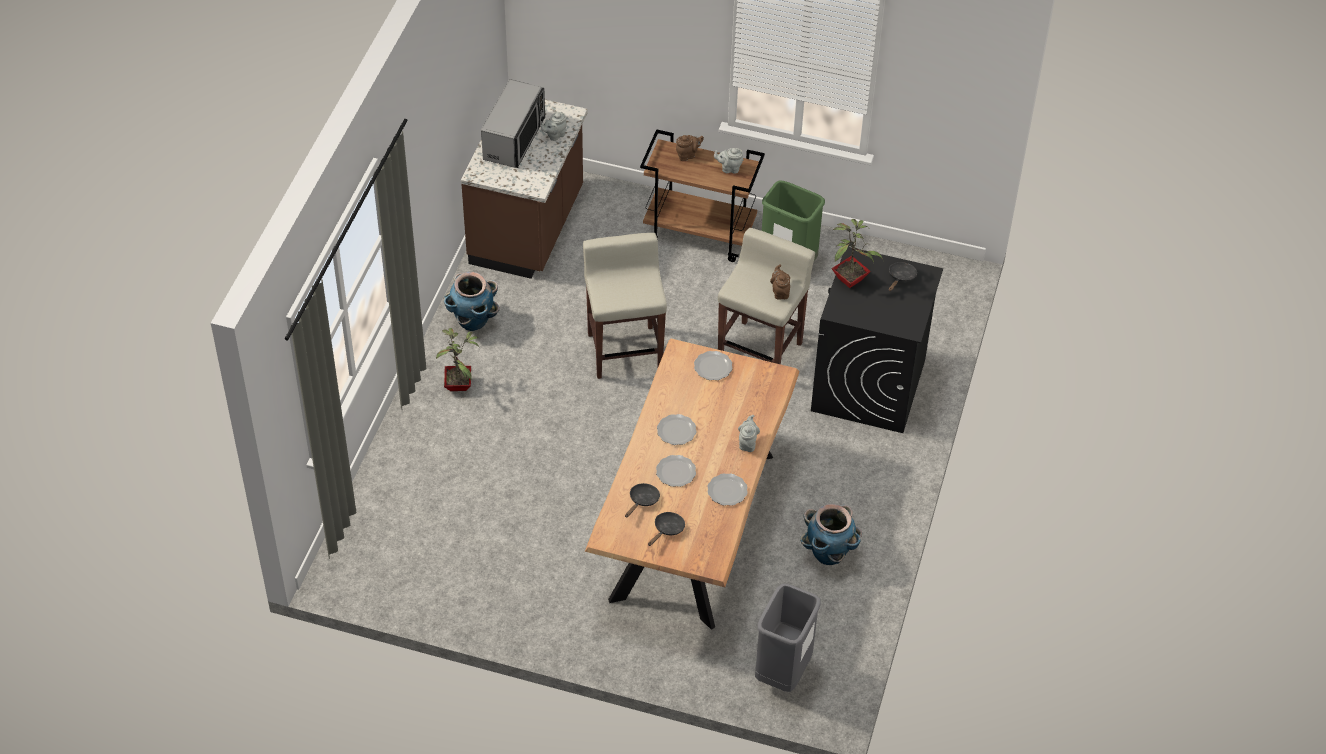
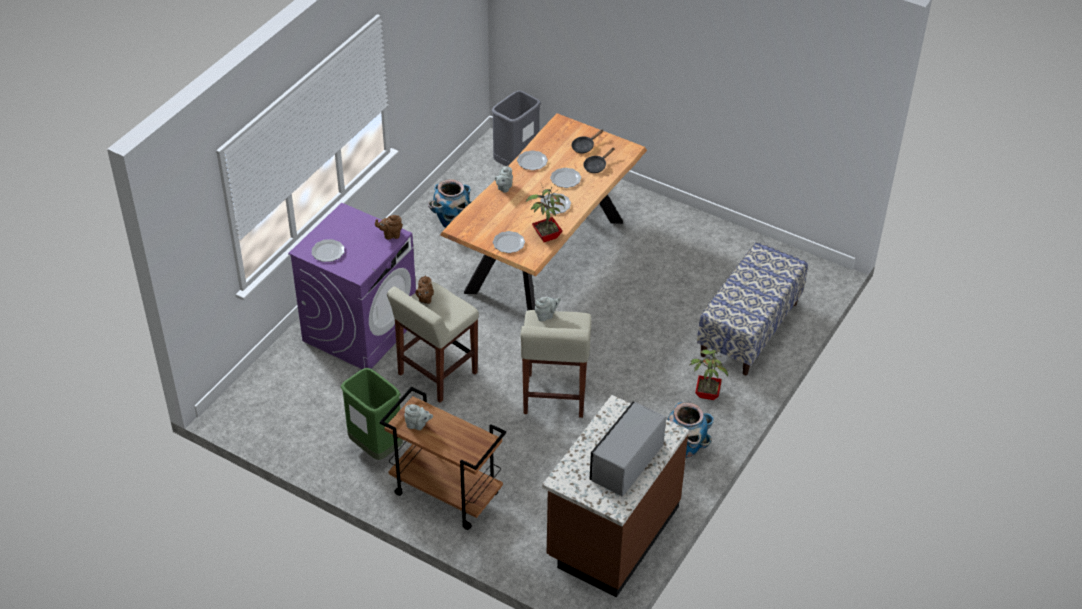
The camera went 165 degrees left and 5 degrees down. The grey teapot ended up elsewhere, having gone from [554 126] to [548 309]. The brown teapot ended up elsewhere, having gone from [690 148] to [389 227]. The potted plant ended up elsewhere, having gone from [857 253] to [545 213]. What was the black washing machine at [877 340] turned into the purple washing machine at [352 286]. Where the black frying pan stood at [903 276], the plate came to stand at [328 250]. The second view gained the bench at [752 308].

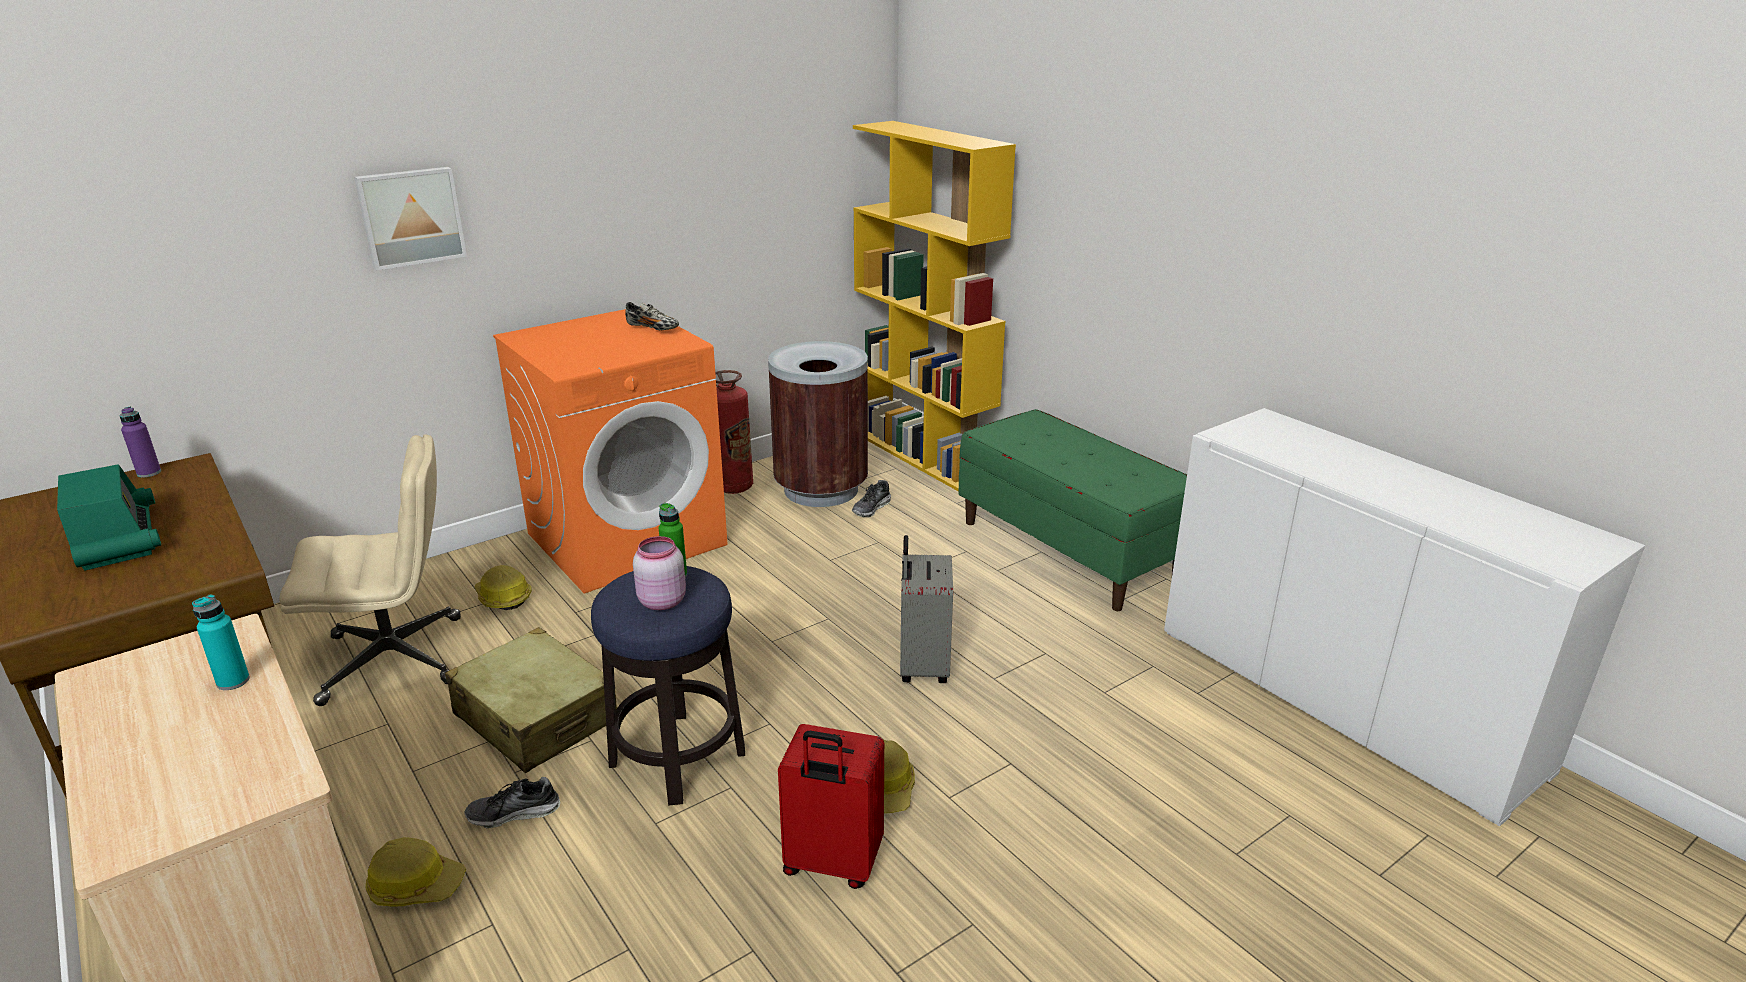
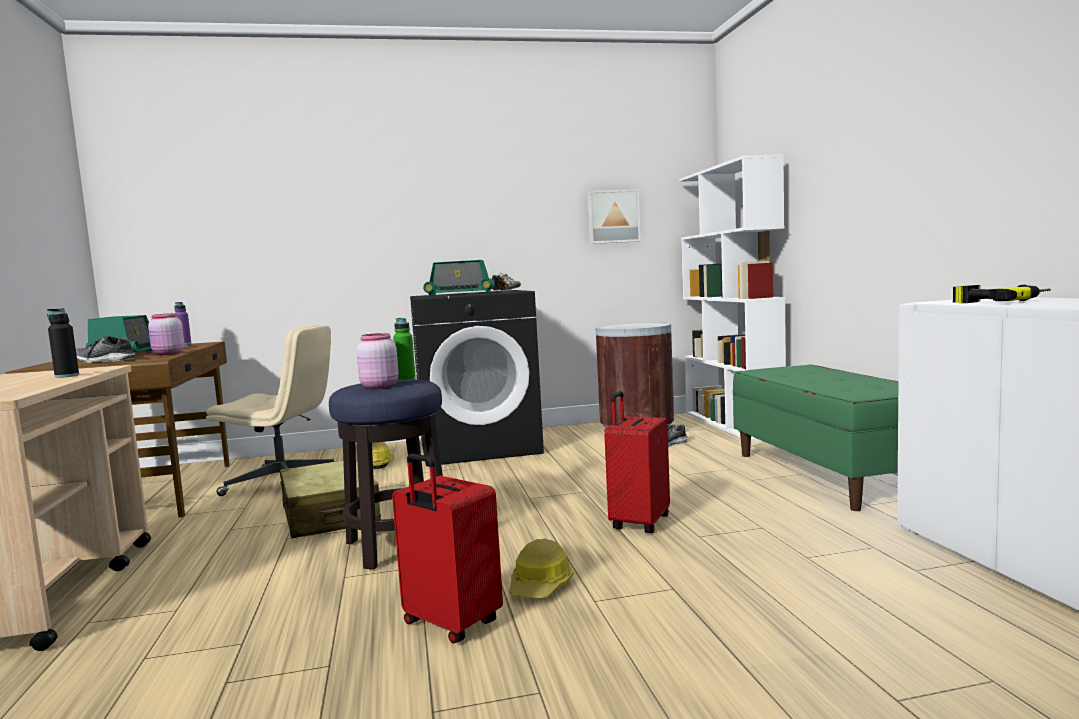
The camera went 25 degrees right and 20 degrees down. What was the yellow bookcase at [934 306] turned into the white bookcase at [732 297]. The picture ended up elsewhere, having gone from [410 218] to [614 216]. What was the orange washing machine at [610 450] turned into the black washing machine at [477 378]. The second view lost the fire extinguisher at [734 432]. What was the grey suitcase at [926 609] turned into the red suitcase at [637 462]. What was the turquoise bottle at [221 642] turned into the black bottle at [63 343]. The shoe ended up elsewhere, having gone from [512 802] to [105 349]. The second view lost the hard hat at [415 871]. The second view gained the radio at [459 278]. The second view gained the power drill at [1002 294]. The second view gained the pink jar at [166 334].

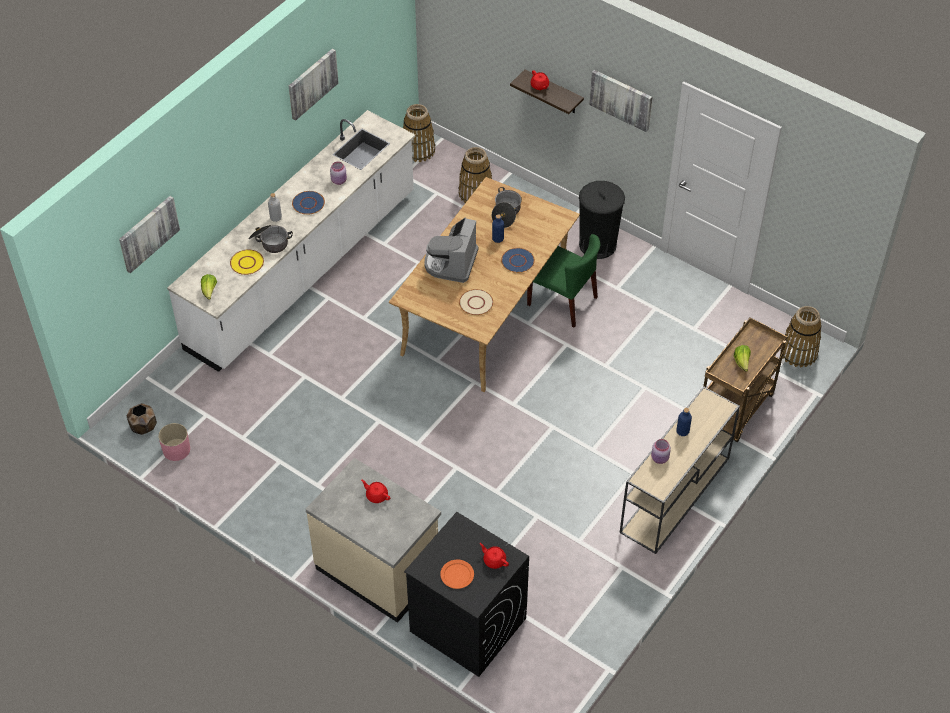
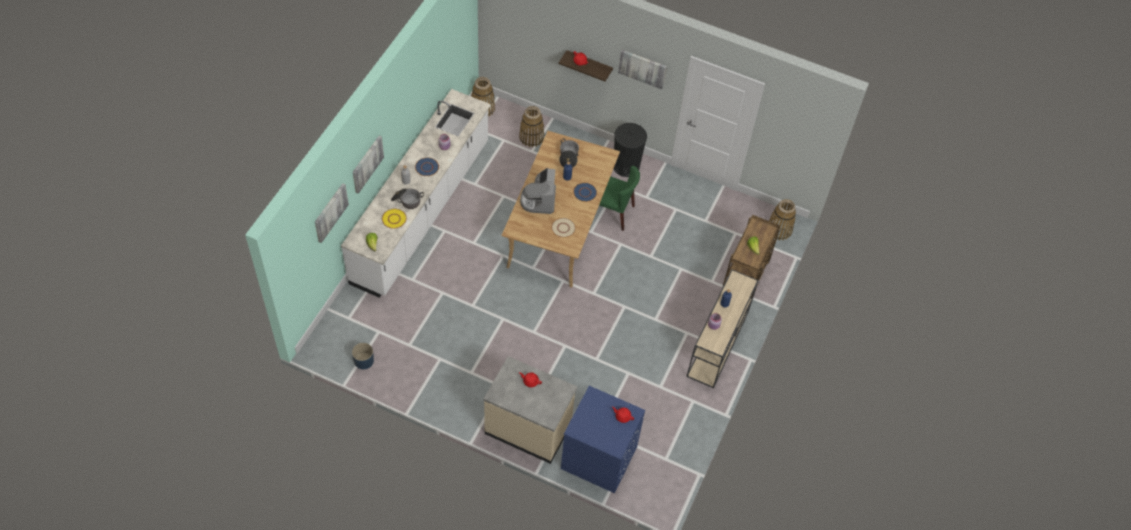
The camera went 15 degrees left and 5 degrees up. The picture ended up elsewhere, having gone from [314 84] to [368 165]. The second view lost the brown planter at [142 419]. What was the pink planter at [174 442] turned into the blue planter at [363 356]. What was the black washing machine at [466 594] turned into the blue washing machine at [603 439]. The second view lost the orange plate at [457 574].

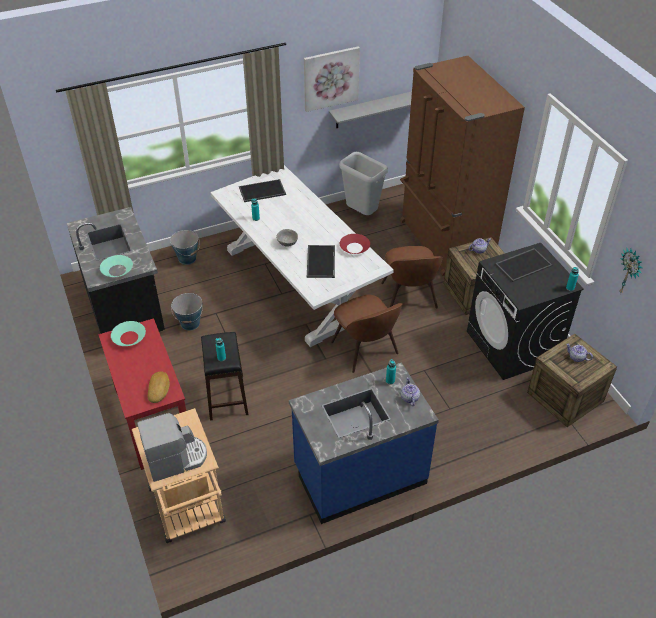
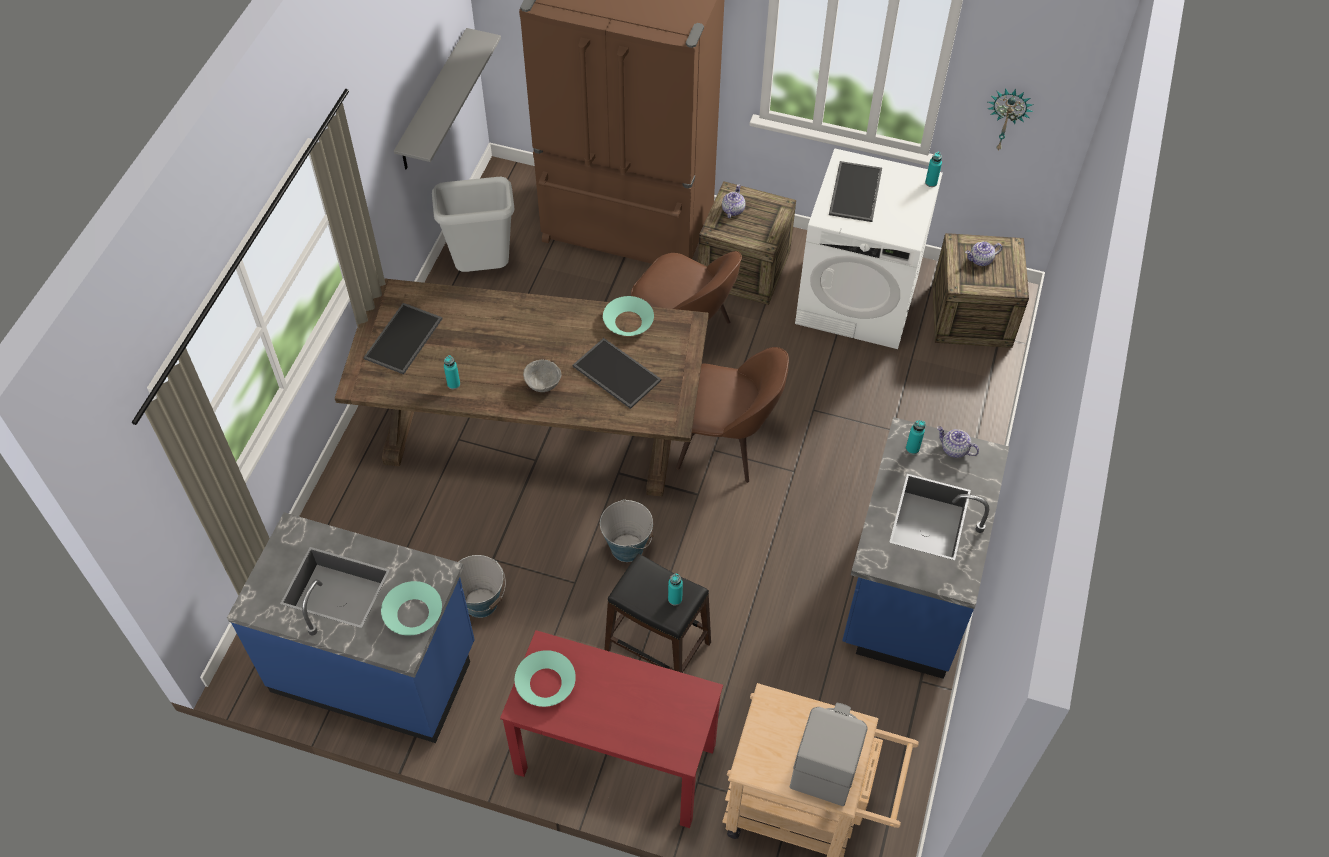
The camera went 50 degrees left and 10 degrees up. The second view lost the picture at [332 79]. What was the white dining table at [302 256] turned into the brown dining table at [522 387]. What was the black counter at [116 270] turned into the blue counter at [351 627]. The bucket ended up elsewhere, having gone from [185 247] to [626 530]. What was the red bowl at [355 244] turned into the turquoise bowl at [628 316]. What was the black washing machine at [525 311] turned into the white washing machine at [869 248]. The second view lost the bread at [159 387].

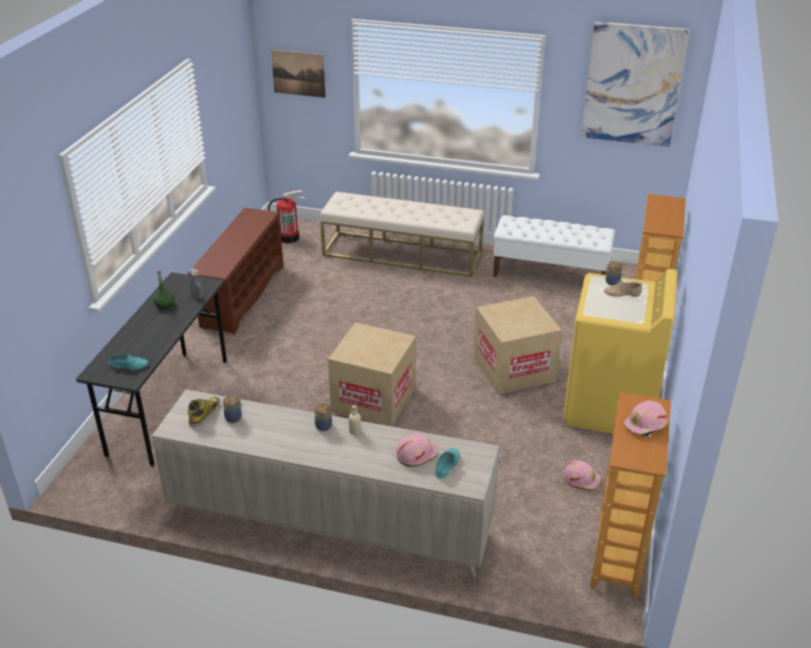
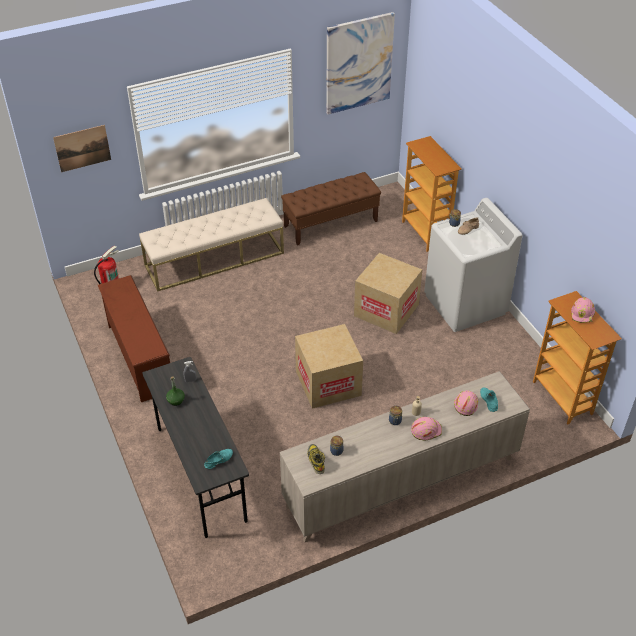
The camera went 40 degrees left and 10 degrees up. What was the white bench at [554 246] turned into the brown bench at [331 209]. What was the yellow washing machine at [620 351] turned into the white washing machine at [473 265]. The pink hard hat ended up elsewhere, having gone from [582 475] to [426 428].

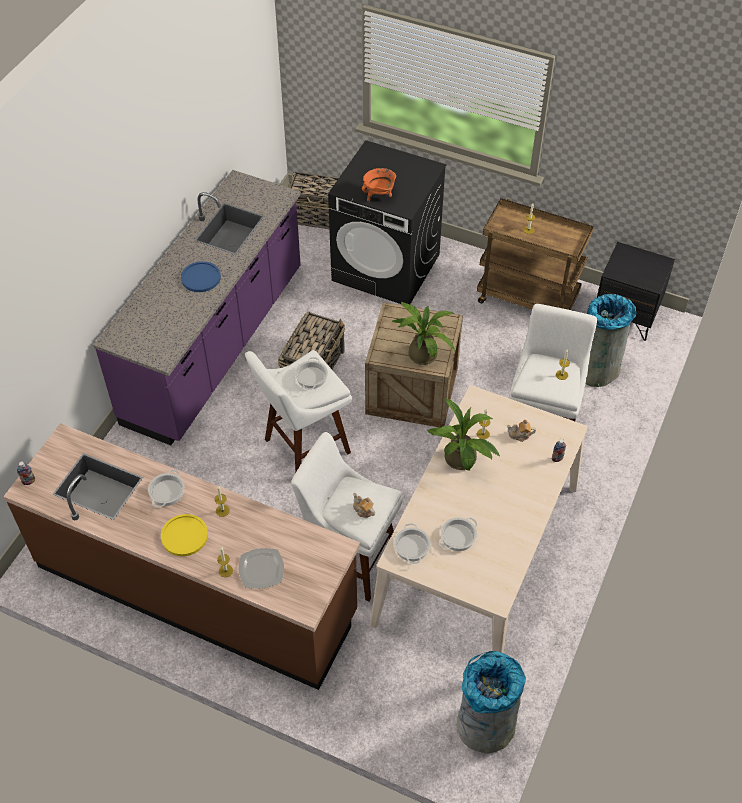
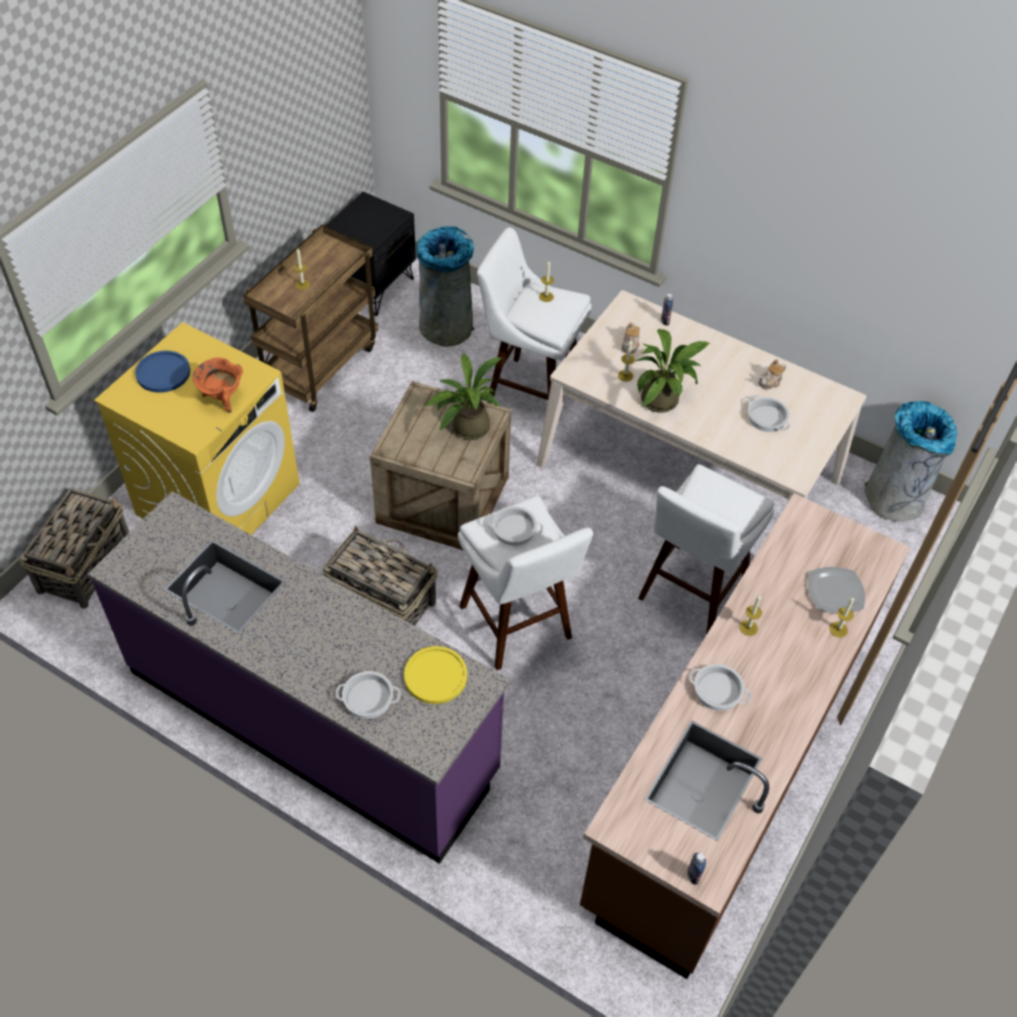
The camera went 85 degrees left and 0 degrees up. What was the black washing machine at [387 222] turned into the yellow washing machine at [197 428]. The blue plate ended up elsewhere, having gone from [201 276] to [162 372]. The teapot ended up elsewhere, having gone from [364 505] to [772 374]. The yellow plate ended up elsewhere, having gone from [184 535] to [435 675]. The cooking pot ended up elsewhere, having gone from [412 543] to [368 695].

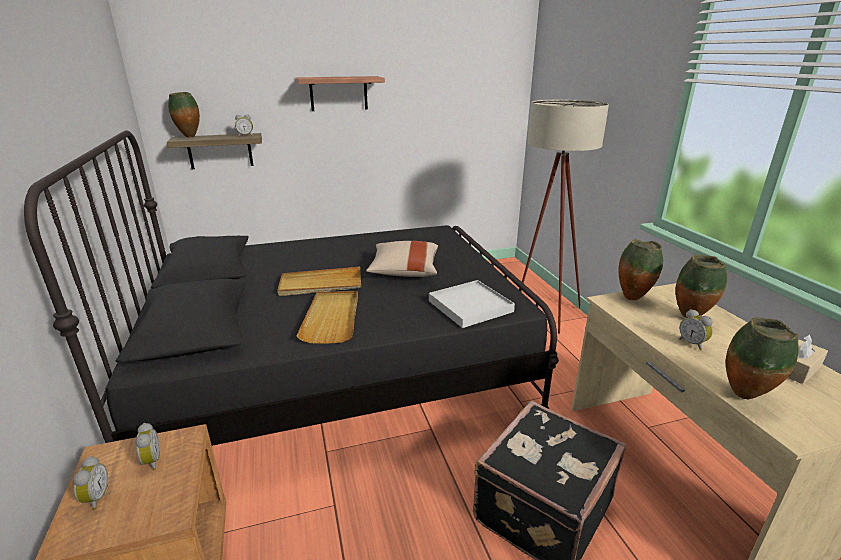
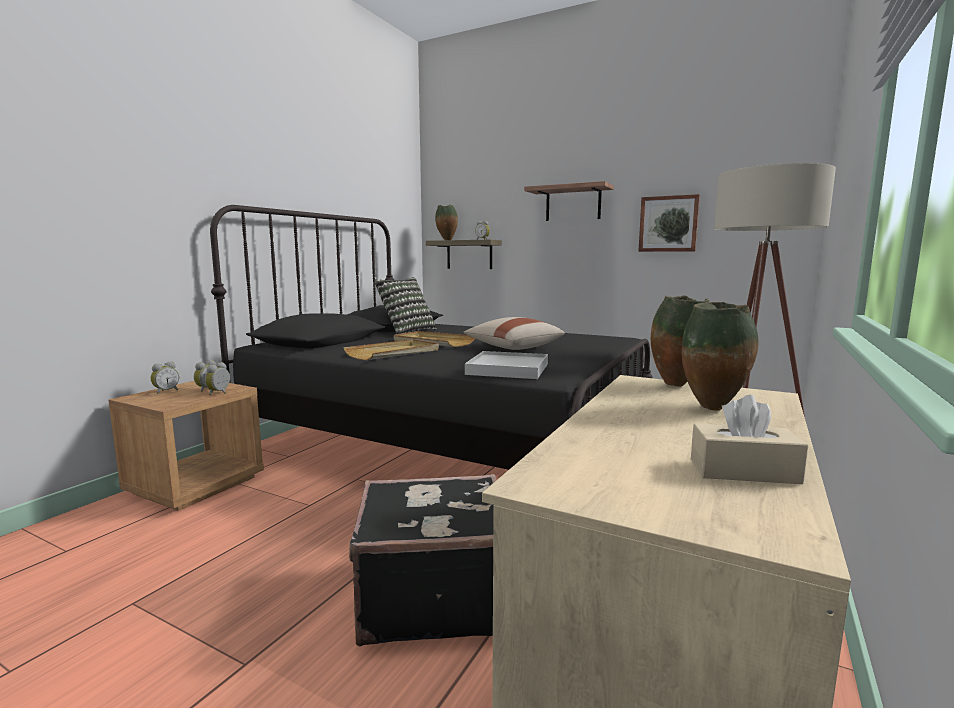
The camera went 45 degrees right and 15 degrees down. The alarm clock ended up elsewhere, having gone from [696 329] to [217 378]. The second view lost the vase at [762 358]. The second view gained the picture at [669 223]. The second view gained the pillow at [405 305].

